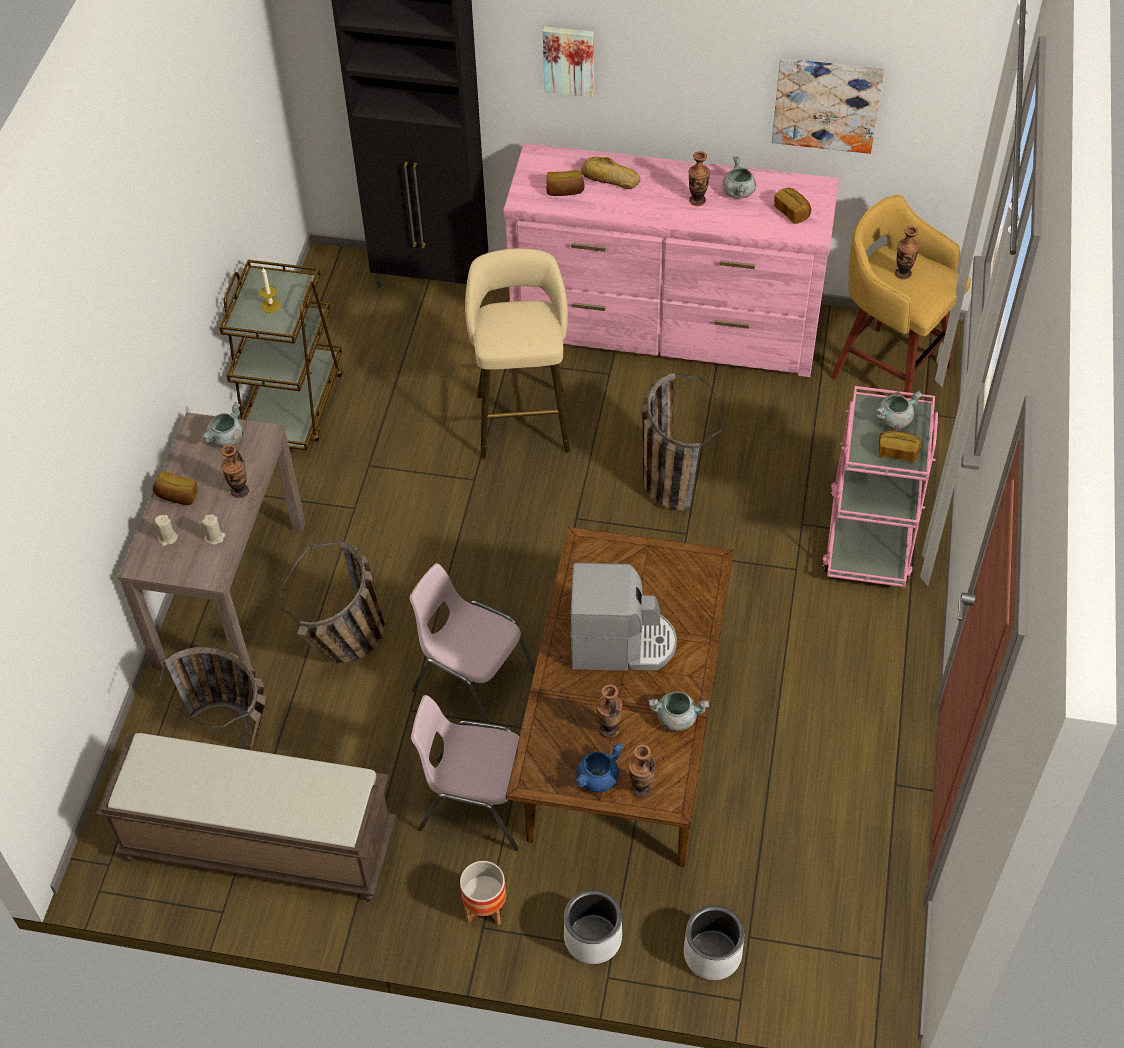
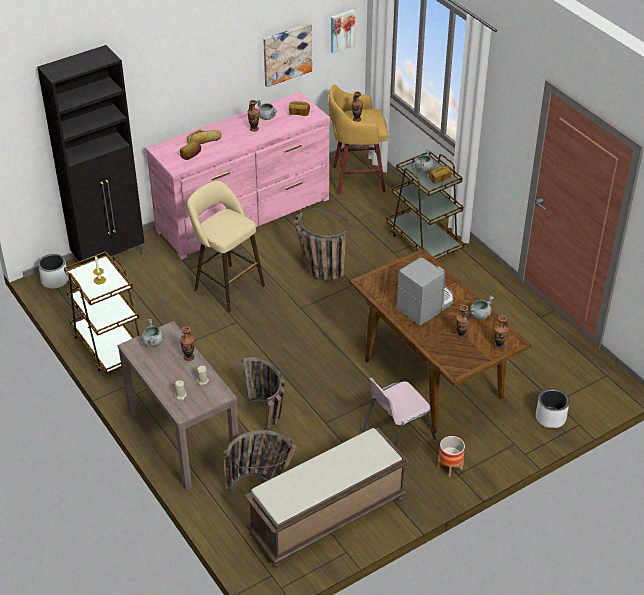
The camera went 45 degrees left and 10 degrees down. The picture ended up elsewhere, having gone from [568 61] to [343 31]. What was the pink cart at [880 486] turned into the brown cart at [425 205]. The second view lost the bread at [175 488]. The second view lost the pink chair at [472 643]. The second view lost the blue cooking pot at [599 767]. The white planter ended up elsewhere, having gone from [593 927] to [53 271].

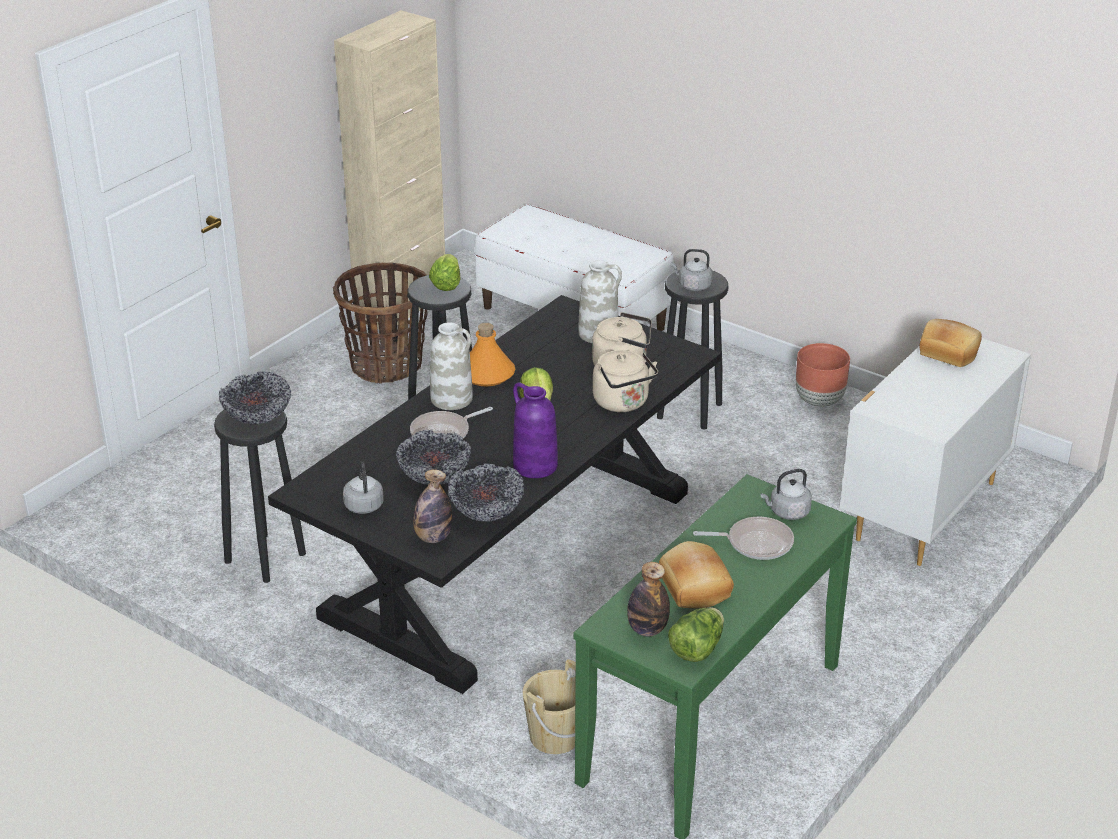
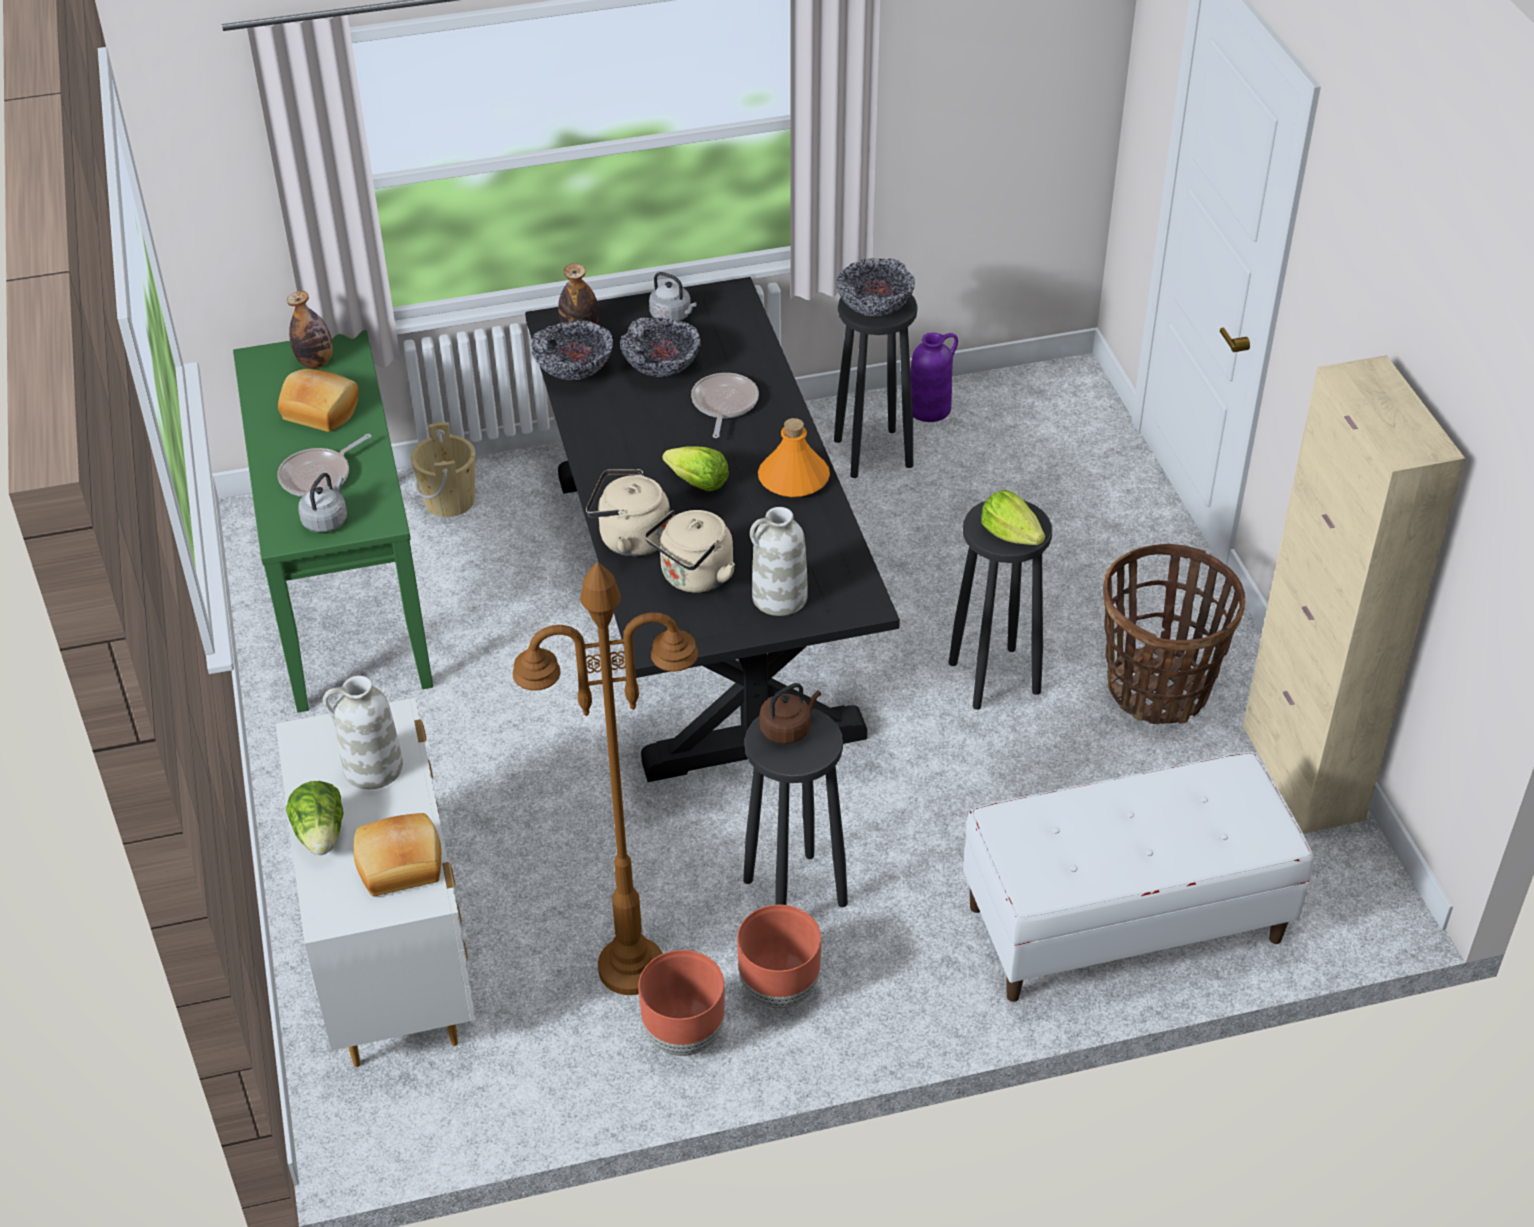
The camera went 130 degrees right and 10 degrees up. What was the grey kettle at [691 270] turned into the brown kettle at [790 713]. The white vase ended up elsewhere, having gone from [451 366] to [363 732]. The purple vase ended up elsewhere, having gone from [535 430] to [934 377]. The lettuce ended up elsewhere, having gone from [696 634] to [315 818]. The second view gained the brown floor lamp at [605 778]. The second view gained the brown planter at [779 956].

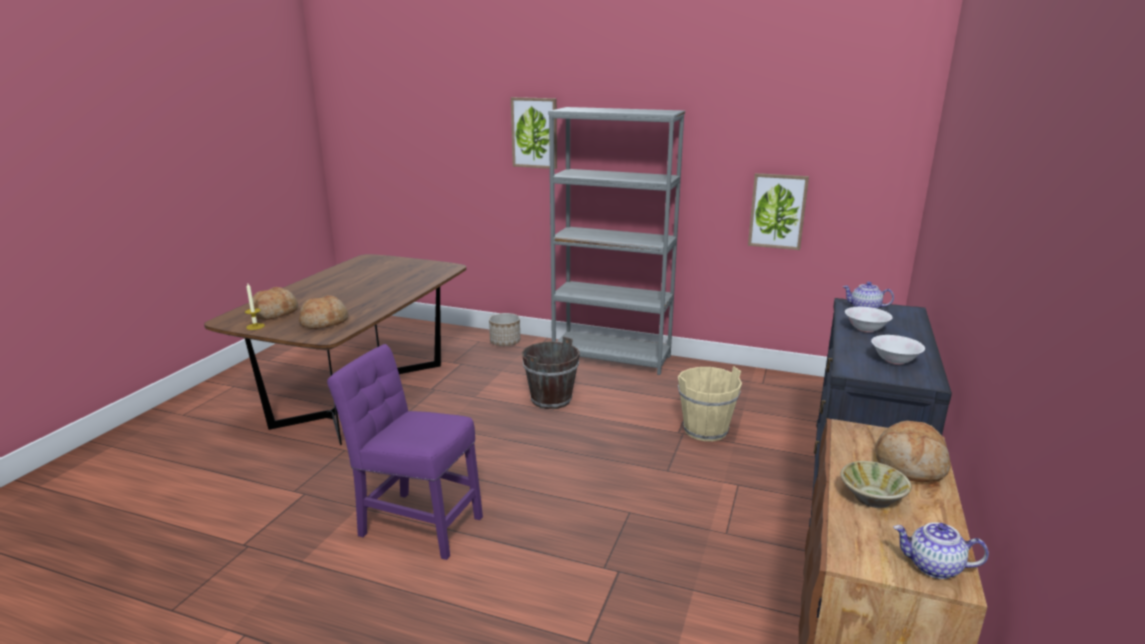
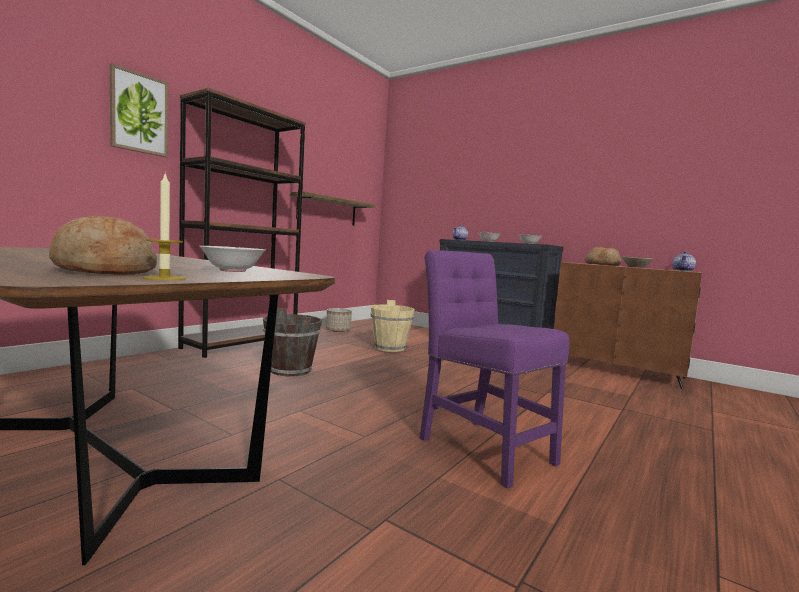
The camera went 75 degrees left and 15 degrees down. What was the grey bookcase at [616 241] turned into the brown bookcase at [242 223]. Where the picture hung at [778 211], the shelf came to hang at [332 209]. Where the bread stood at [323 312], the white bowl came to stand at [232 259]. The planter ended up elsewhere, having gone from [504 329] to [339 320]. The purple chair at [405 452] ended up facing another way, 105 degrees clockwise from before.

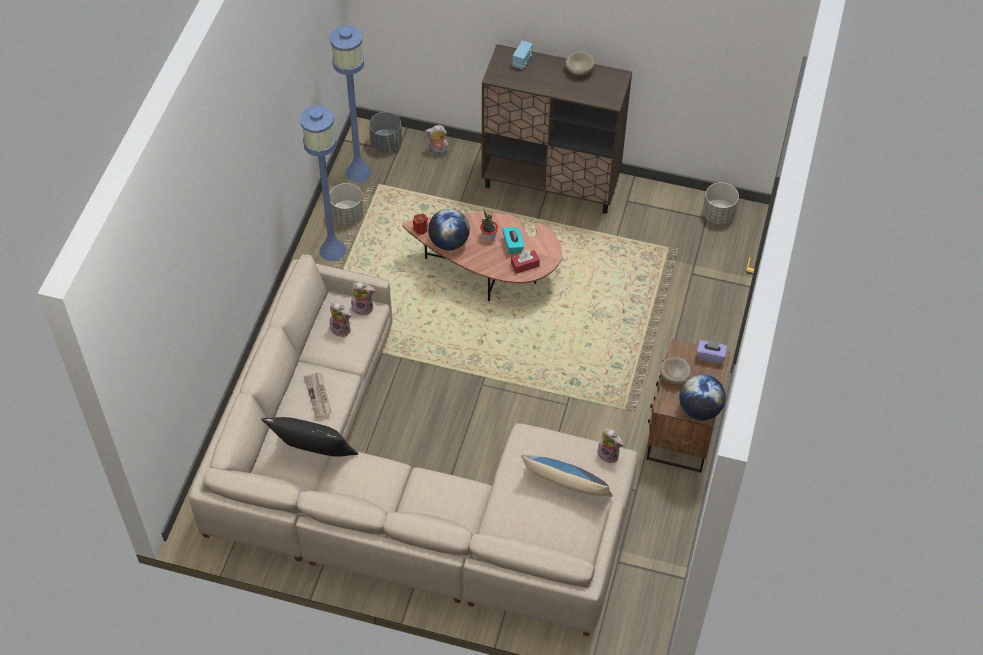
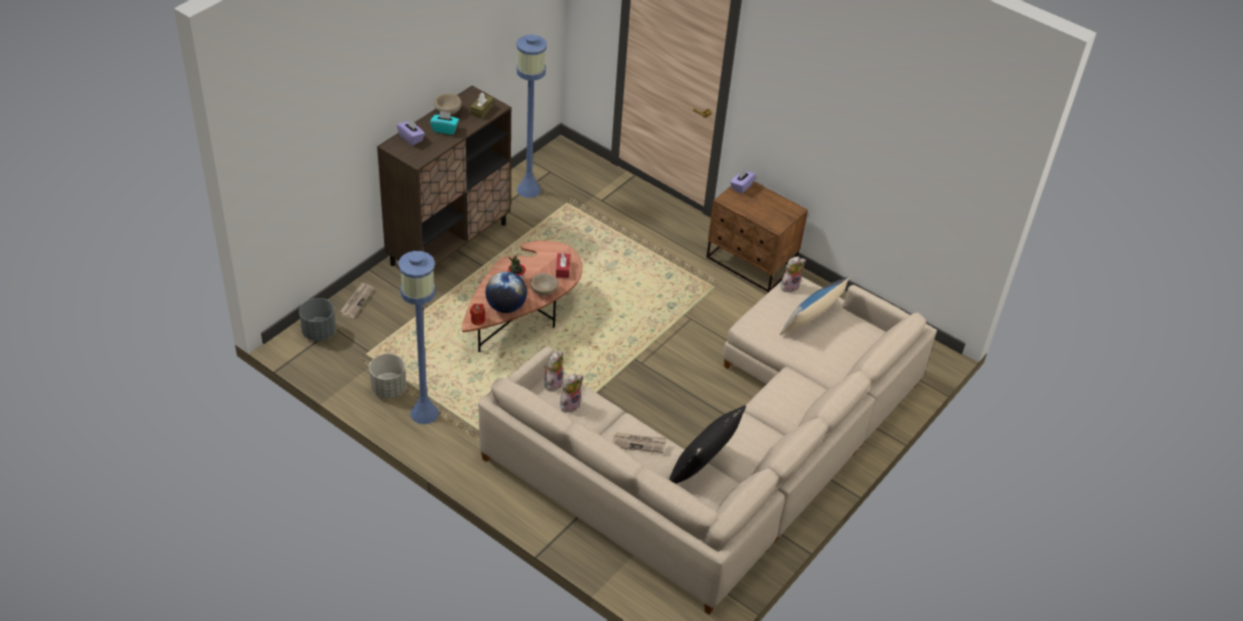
The camera went 70 degrees left and 10 degrees down. The blue floor lamp ended up elsewhere, having gone from [350 104] to [532 116]. Where the radio stood at [522 51], the purple tissue box came to stand at [411 132]. Where the plush toy stood at [437 140], the newspaper came to stand at [357 300]. The second view lost the grey planter at [721 203]. The turquoise tissue box ended up elsewhere, having gone from [513 240] to [444 123]. The beige bowl ended up elsewhere, having gone from [675 370] to [544 284]. The second view lost the globe at [702 397]. The second view gained the brown tissue box at [482 106].

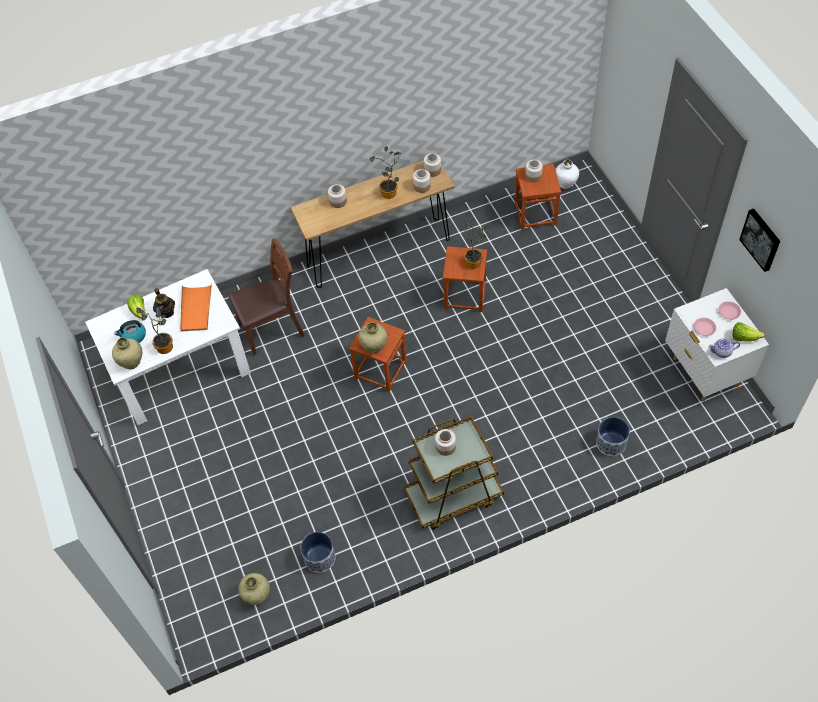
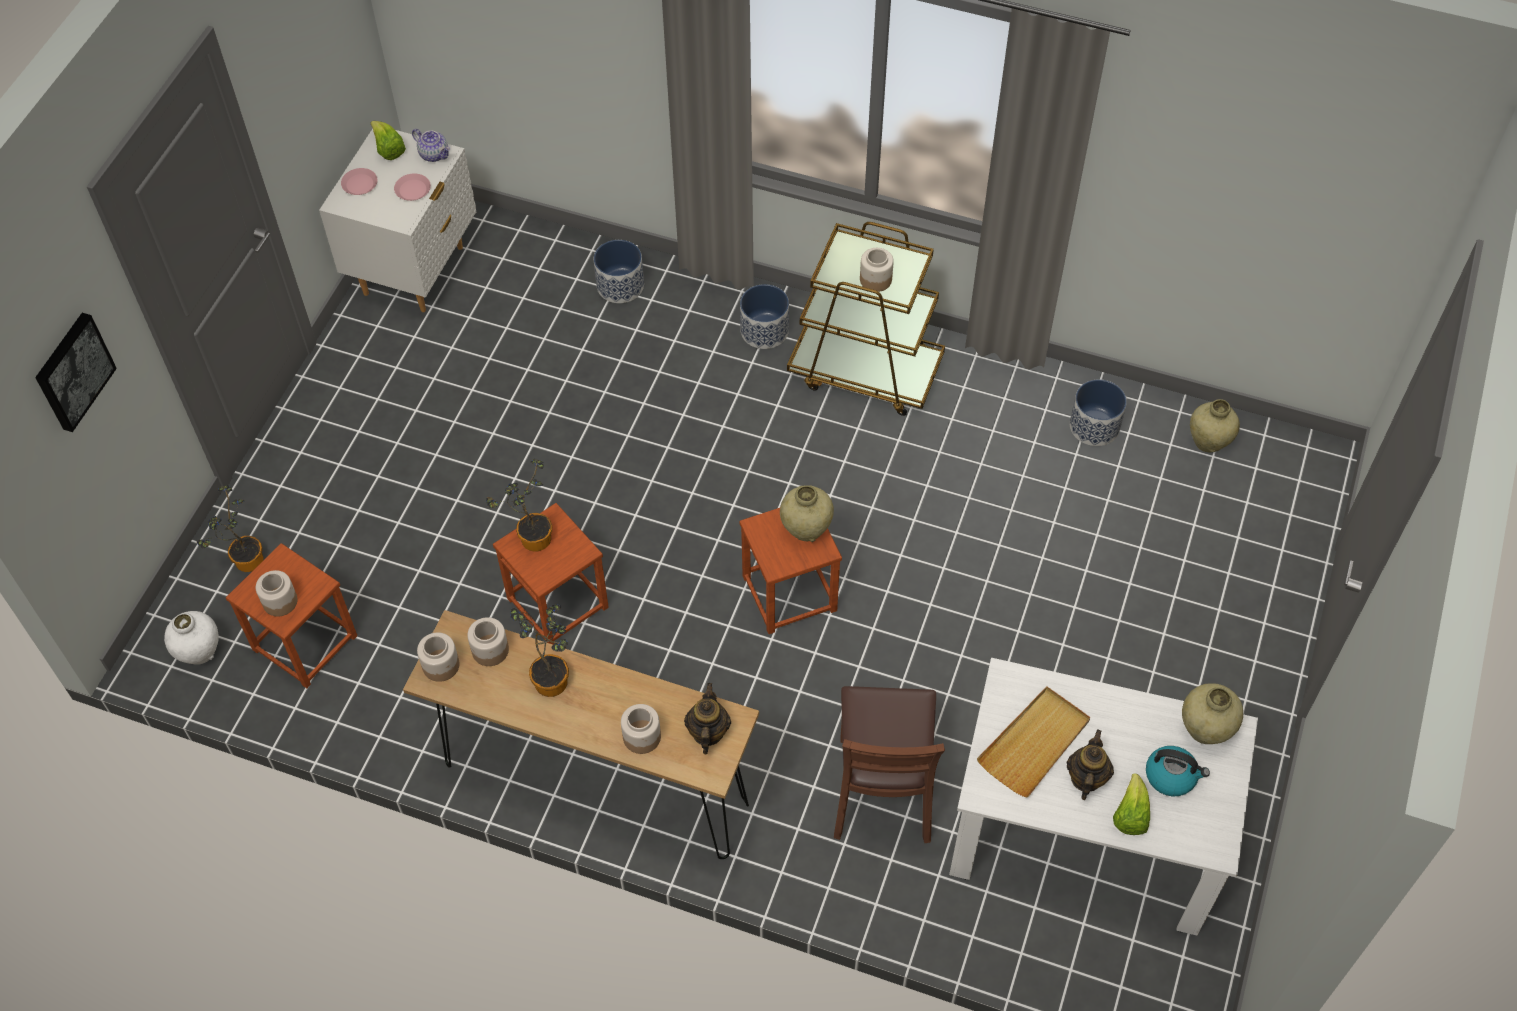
The camera went 140 degrees left and 0 degrees up. The picture ended up elsewhere, having gone from [759 240] to [76 372]. The brown chair at [266 296] ended up facing another way, 105 degrees counterclockwise from before. What was the orange tray at [196 308] turned into the beige tray at [1033 742]. The potted plant ended up elsewhere, having gone from [154 330] to [230 528]. The second view gained the planter at [764 316]. The second view gained the teapot at [707 718].

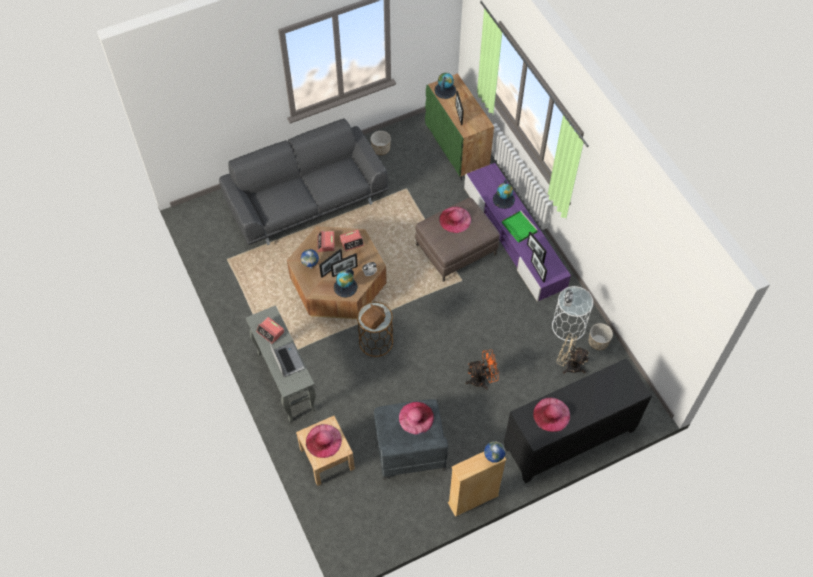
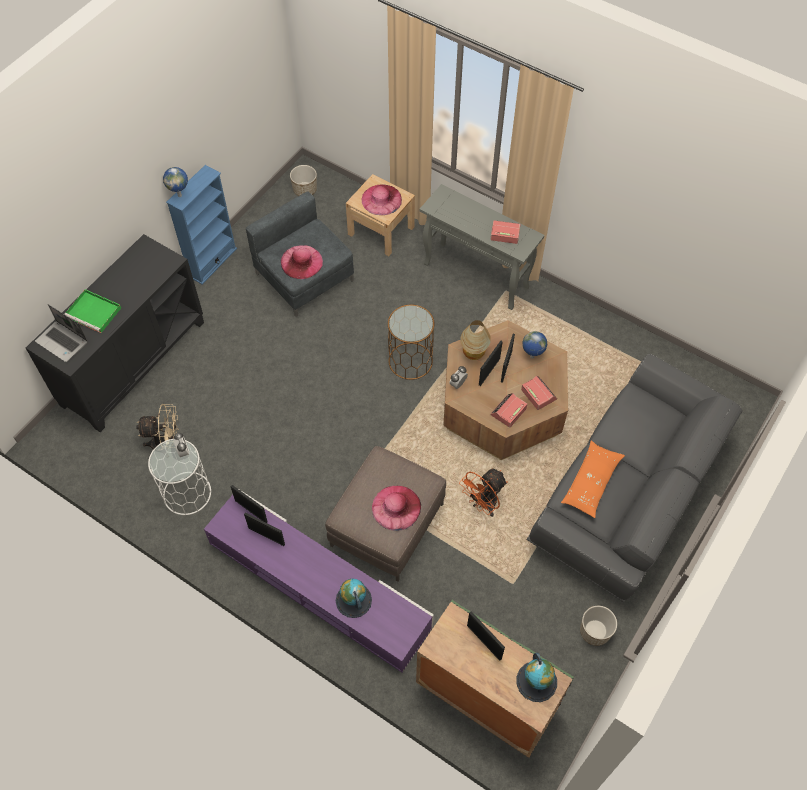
The camera went 150 degrees right and 0 degrees up. The green tray ended up elsewhere, having gone from [520 227] to [92 311]. Where the globe stood at [346 283], the table lamp came to stand at [476 340]. The second view lost the brown plush toy at [373 317]. The planter ended up elsewhere, having gone from [601 336] to [303 180]. The laptop ended up elsewhere, having gone from [287 359] to [61 333]. The orange fan ended up elsewhere, having gone from [482 369] to [483 492]. The second view lost the pink hat at [551 415]. What was the beige bookcase at [477 484] turned into the blue bookcase at [201 224]. The second view gained the orange pillow at [593 479].

